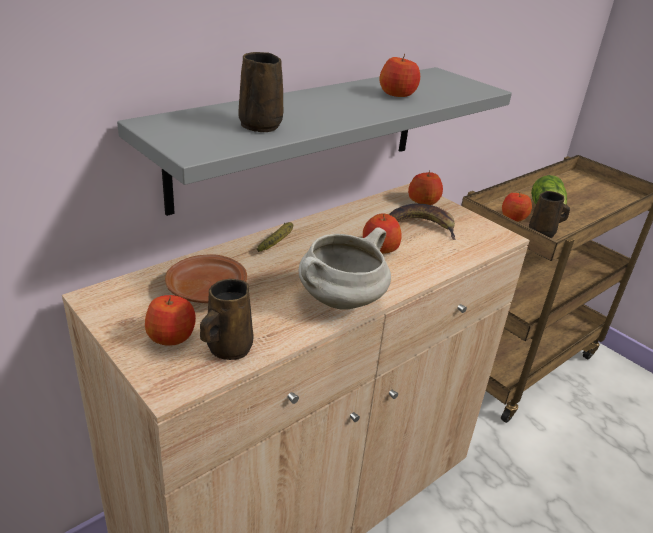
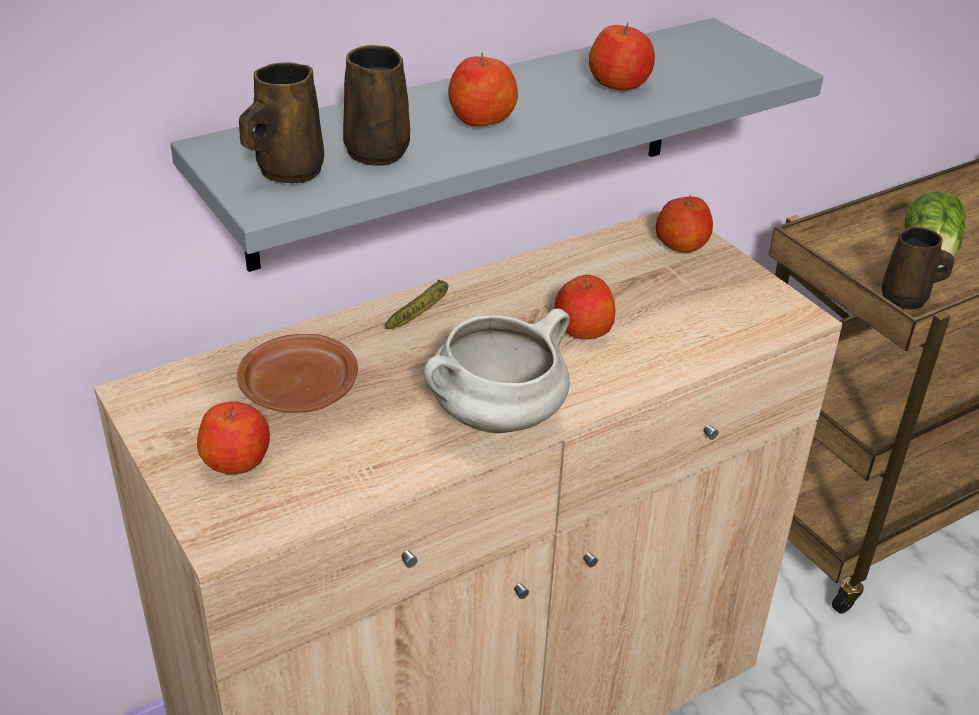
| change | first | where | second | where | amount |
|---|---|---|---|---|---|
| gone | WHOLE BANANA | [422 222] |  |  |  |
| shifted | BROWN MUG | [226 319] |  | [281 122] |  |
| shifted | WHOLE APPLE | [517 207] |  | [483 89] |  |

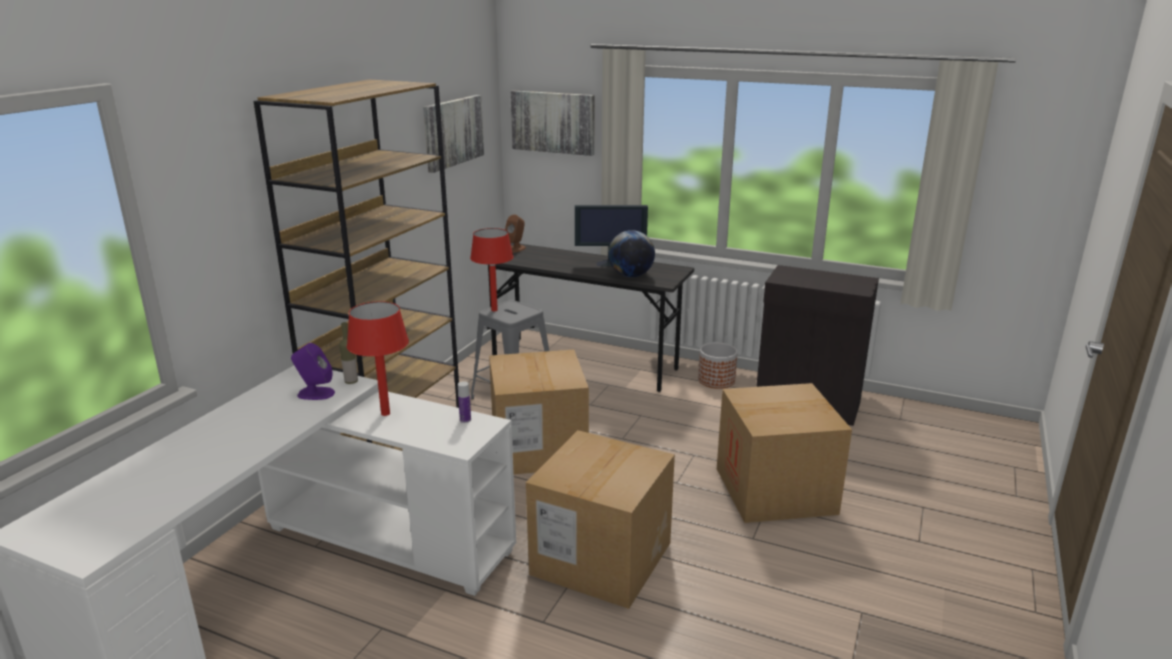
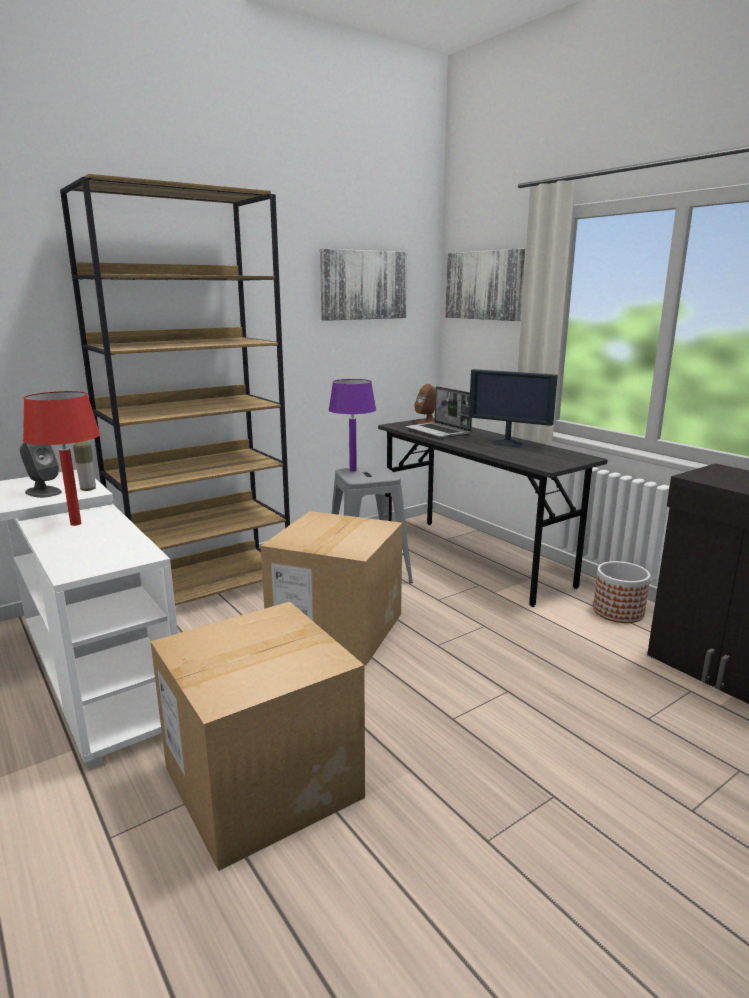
| change | first | where | second | where | amount |
|---|---|---|---|---|---|
| gone | BEVERAGE BOTTLE | [464 402] |  |  |  |
| gone | GLOBE | [631 253] |  |  |  |
| gone | CARDBOARD BOX | [784 453] |  |  |  |
| new |  |  | PORTABLE COMPUTER | [438 412] |  |
| repainted | PURPLE SPEAKER | [313 371] | GREY SPEAKER | [41 470] |  |
| repainted | RED-COLOURED TABLE LAMP | [492 269] | PURPLE TABLE LAMP | [352 425] |  |

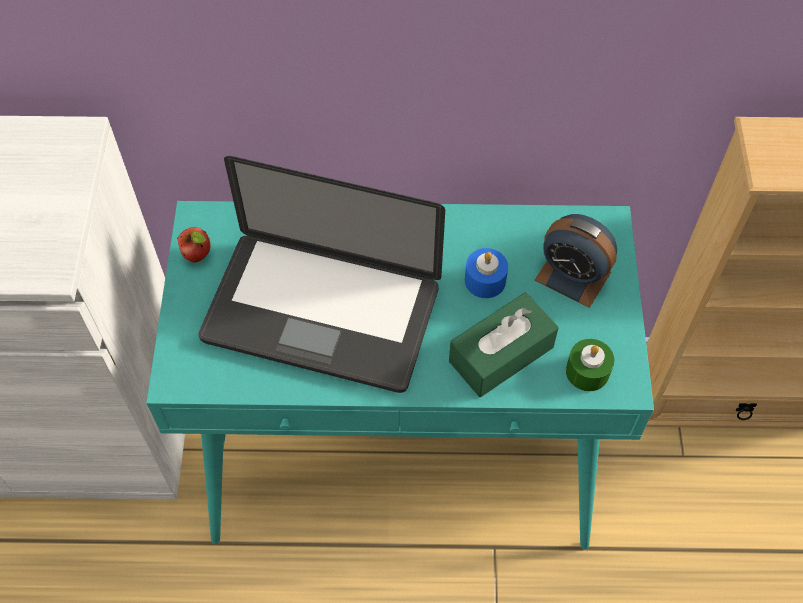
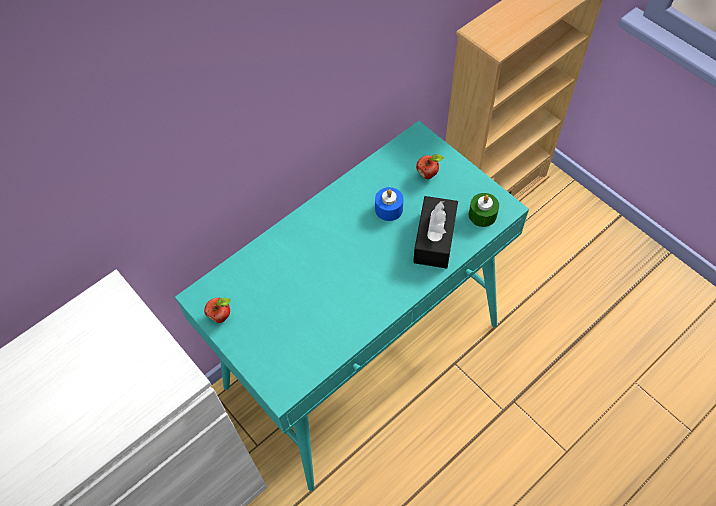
| change | first | where | second | where | amount |
|---|---|---|---|---|---|
| gone | PORTABLE COMPUTER | [321 274] |  |  |  |
| swapped | TABLE CLOCK | [576 261] | WHOLE APPLE | [430 166] |  |
| repainted | GREENISH BOX OF TISSUES | [504 344] | BLACK-COLOURED BOX OF TISSUES | [435 232] |  |

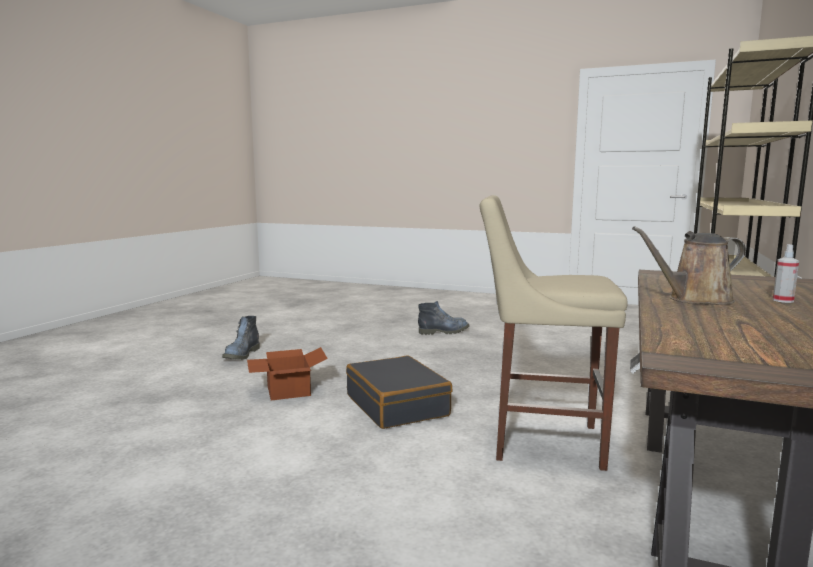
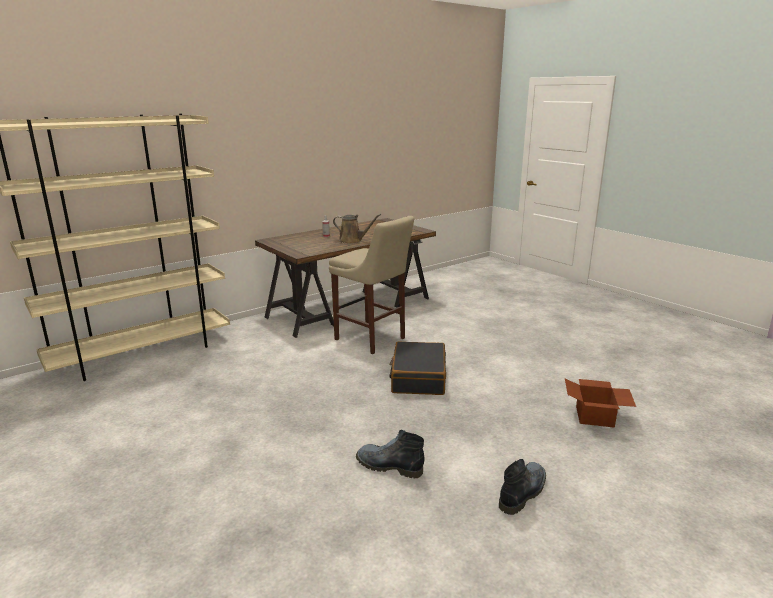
| change | first | where | second | where | amount |
|---|---|---|---|---|---|
| shifted | CARDBOARD BOX | [287 373] |  | [600 403] |  |
| shifted | HIGH-TOP BOOT | [444 318] |  | [390 454] |  |

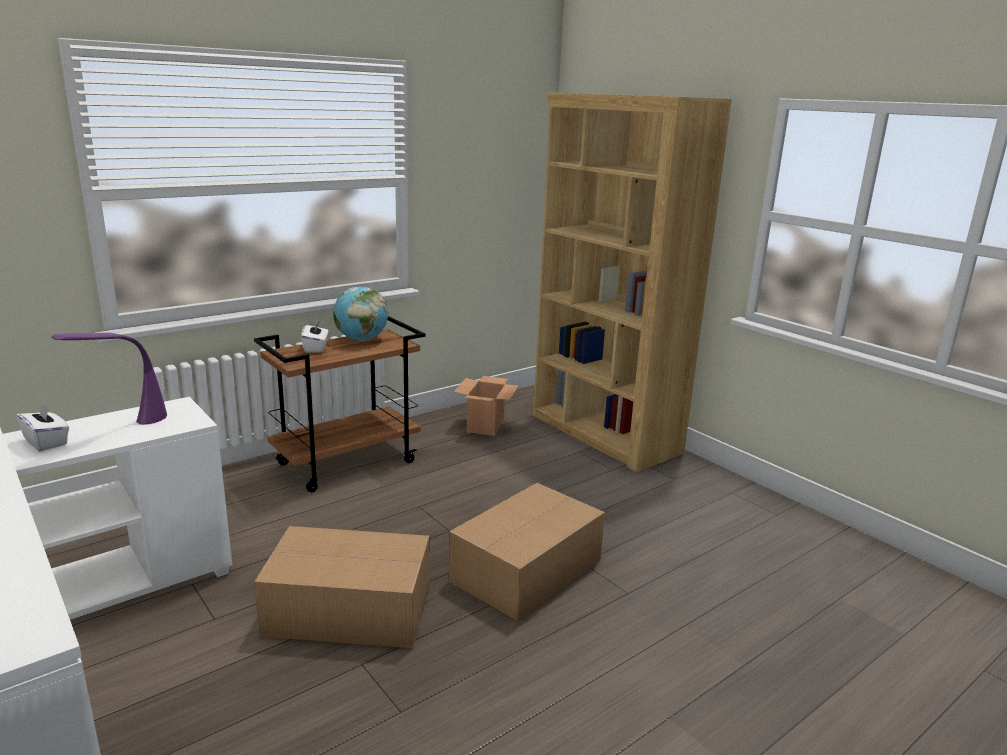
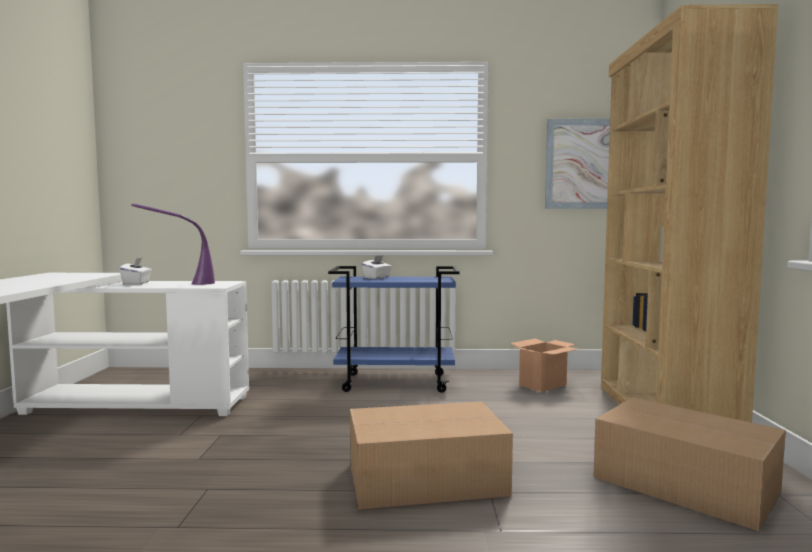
| change | first | where | second | where | amount |
|---|---|---|---|---|---|
| gone | GLOBE | [361 313] |  |  |  |
| new |  |  | WALL ART | [577 164] |  |
| shifted | CARDBOARD BOX | [341 587] |  | [689 464] |  |
| repainted | BROWN WHEELED CART | [339 404] | BLUE-COLOURED WHEELED CART | [393 329] |  |

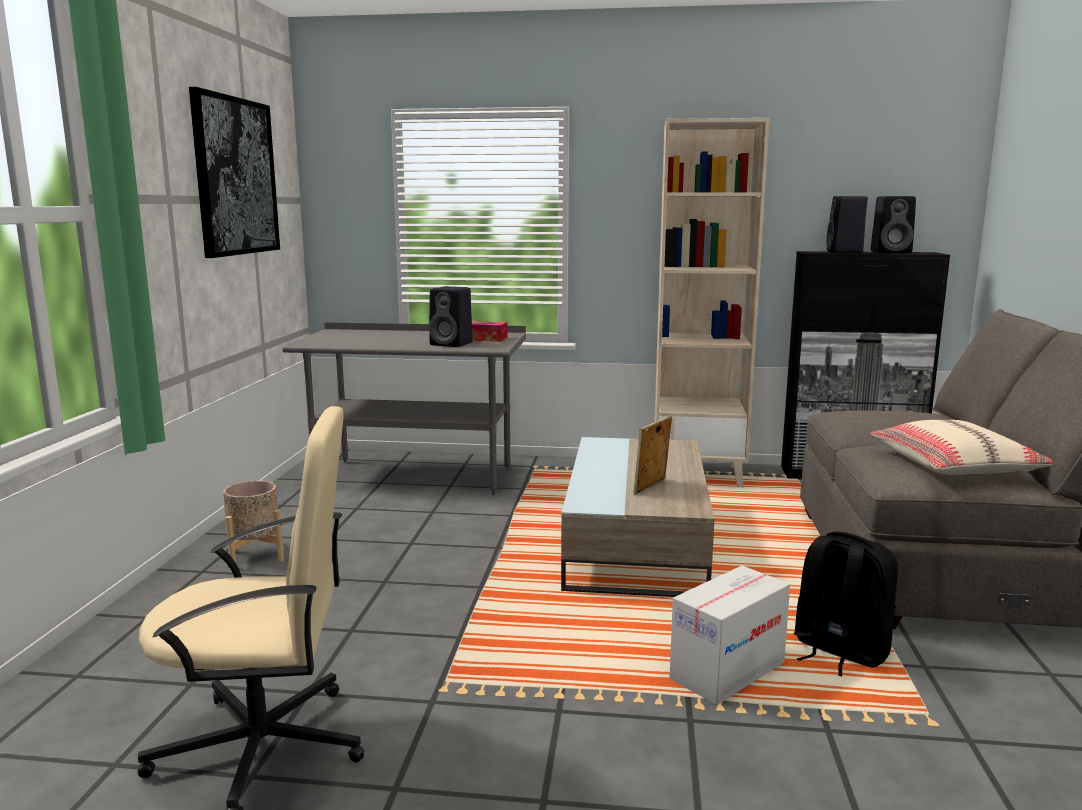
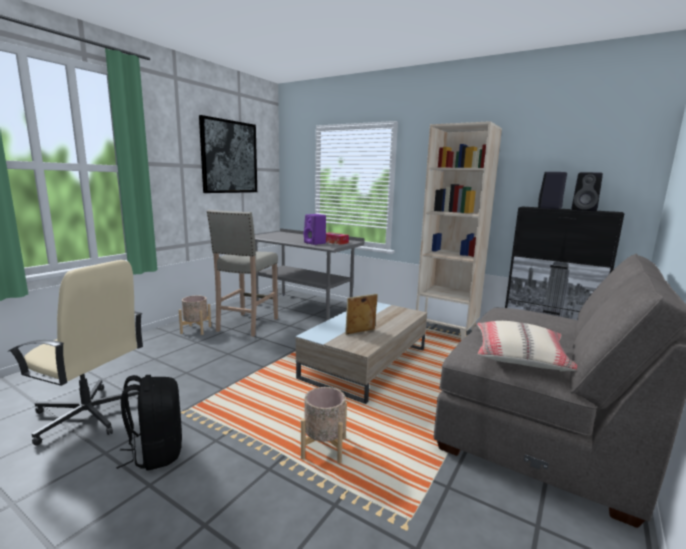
| change | first | where | second | where | amount |
|---|---|---|---|---|---|
| new |  |  | BEIGE STOOL SEAT | [242 273] |  |
| shifted | BLACK-COLOURED BACKPACK | [846 603] |  | [149 423] |  |
| swapped | CARDBOARD BOX | [729 635] | BEIGE FLOWER POT | [324 425] |  |
| repainted | BLACK-COLOURED SPEAKER | [451 316] | PURPLE SPEAKER | [315 229] |  |

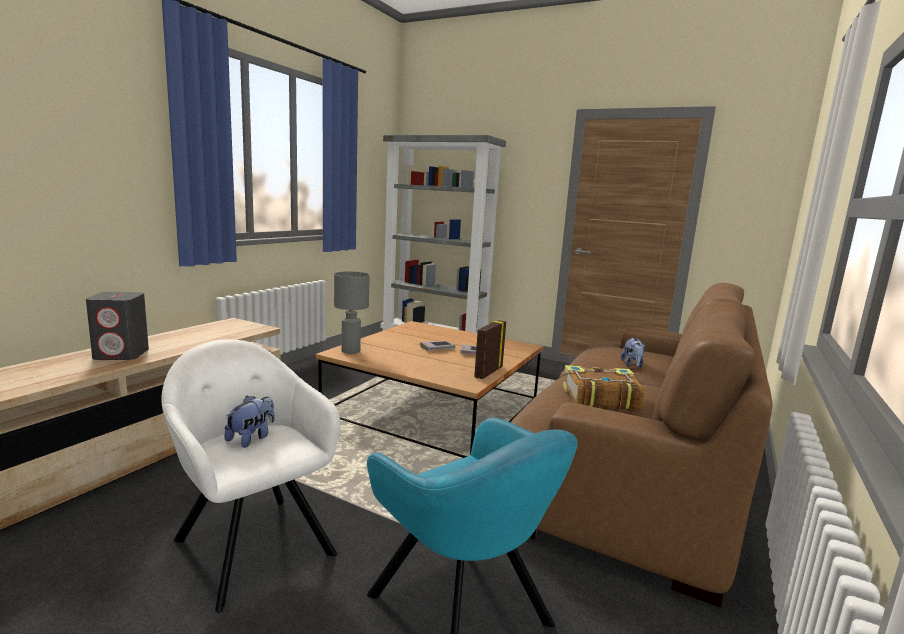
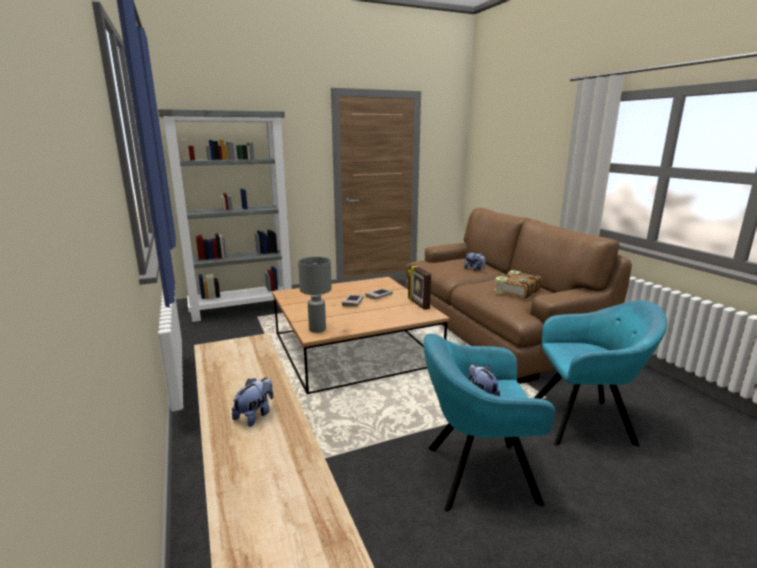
| change | first | where | second | where | amount |
|---|---|---|---|---|---|
| swapped | GREY SPEAKER | [117 326] | SOFT TOY | [252 402] |  |
| repainted | WHITE-COLOURED ARMCHAIR | [251 476] | TURQUOISE ARMCHAIR | [489 422] |  |

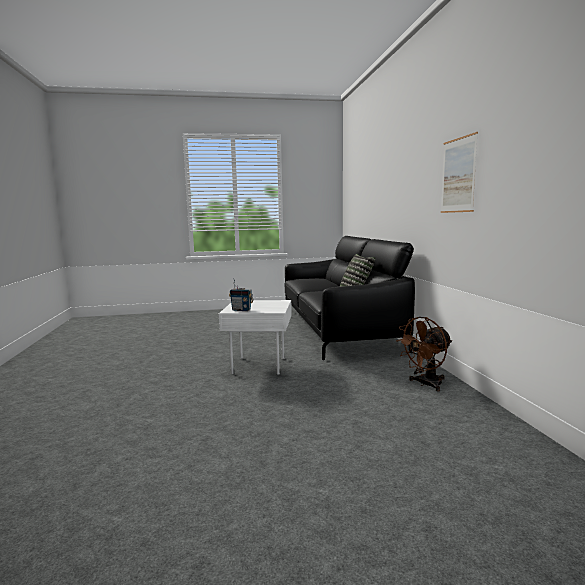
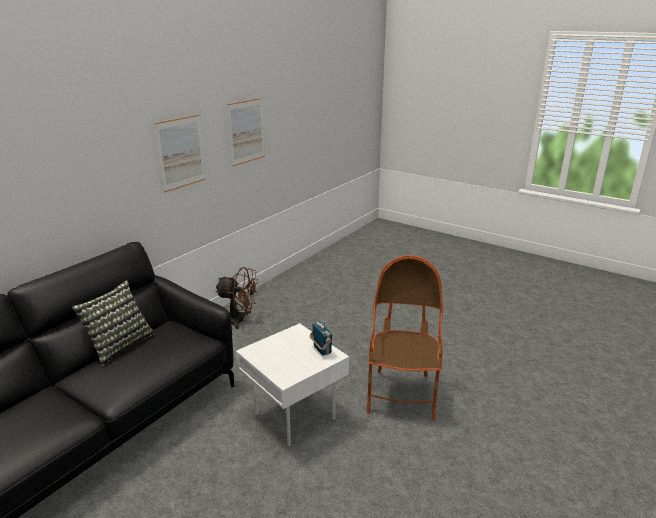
| change | first | where | second | where | amount |
|---|---|---|---|---|---|
| new |  |  | WALL ART | [246 132] |  |
| new |  |  | ARMCHAIR | [405 338] |  |

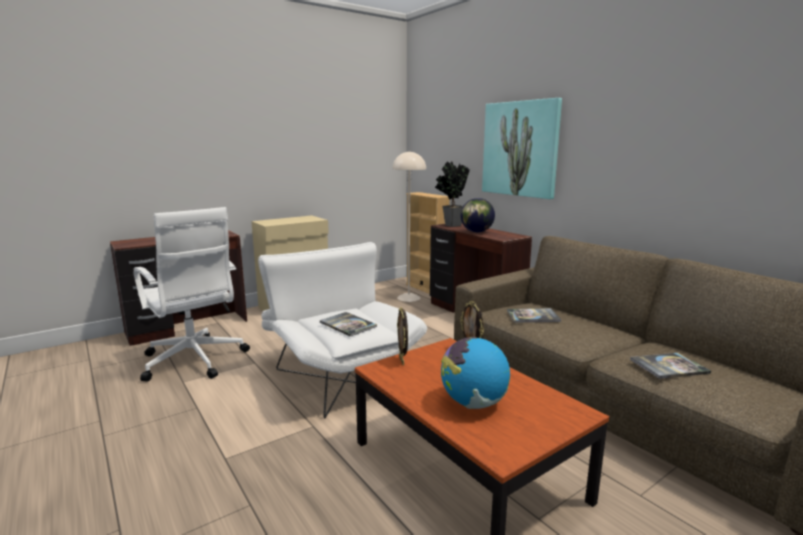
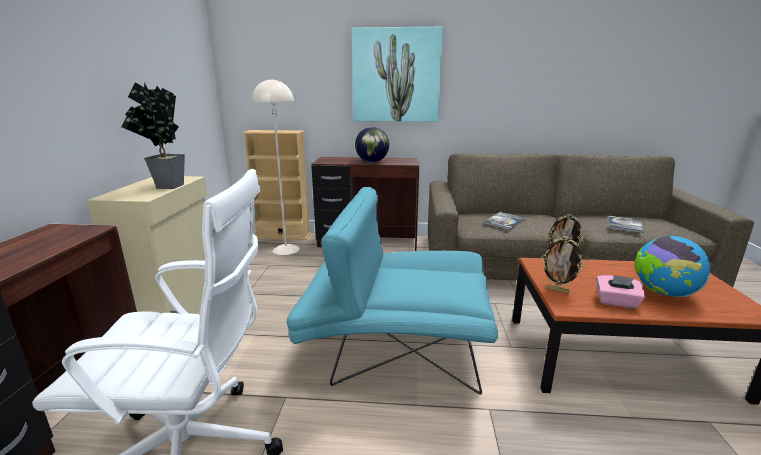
| change | first | where | second | where | amount |
|---|---|---|---|---|---|
| gone | VOLUME | [348 324] |  |  |  |
| new |  |  | PINKISH BOX OF TISSUES | [620 292] |  |
| shifted | PLANT IN A POT | [452 194] |  | [153 135] |  |
| repainted | WHITE-COLOURED ARMCHAIR | [342 330] | TURQUOISE ARMCHAIR | [392 291] |  |

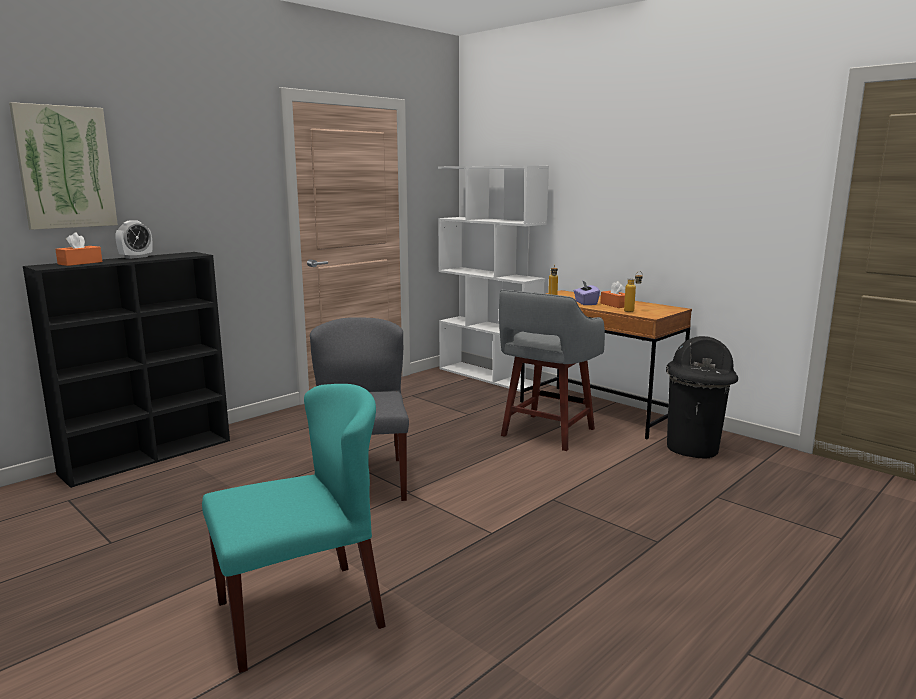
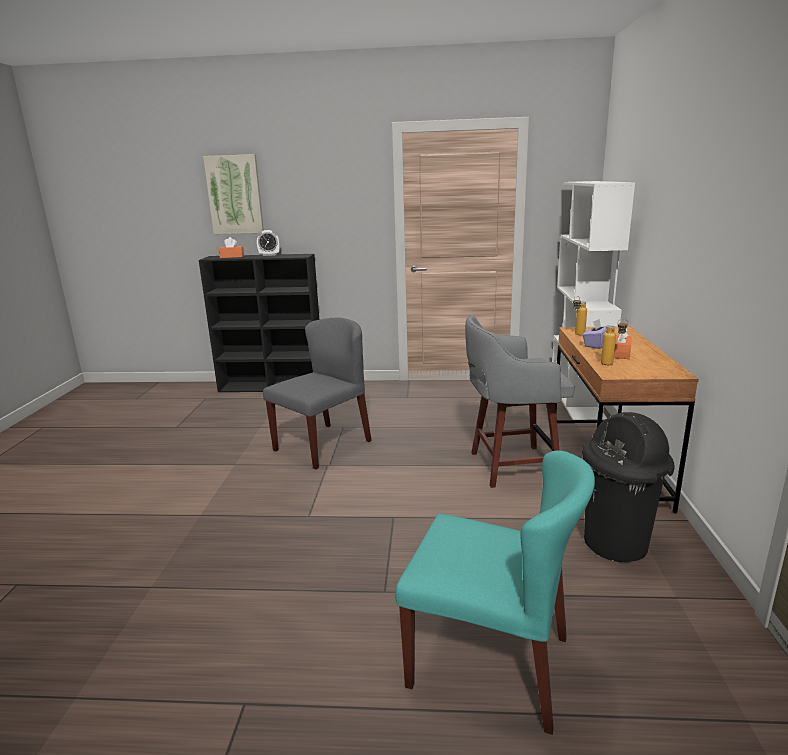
| change | first | where | second | where | amount |
|---|---|---|---|---|---|
| shifted | TURQUOISE PLAIN CHAIR | [294 528] |  | [495 592] |  |

